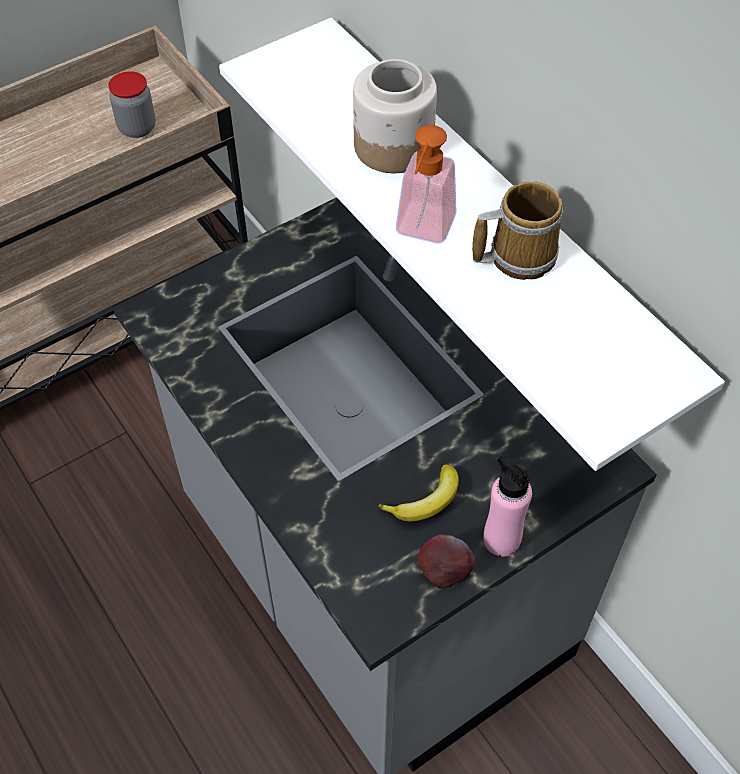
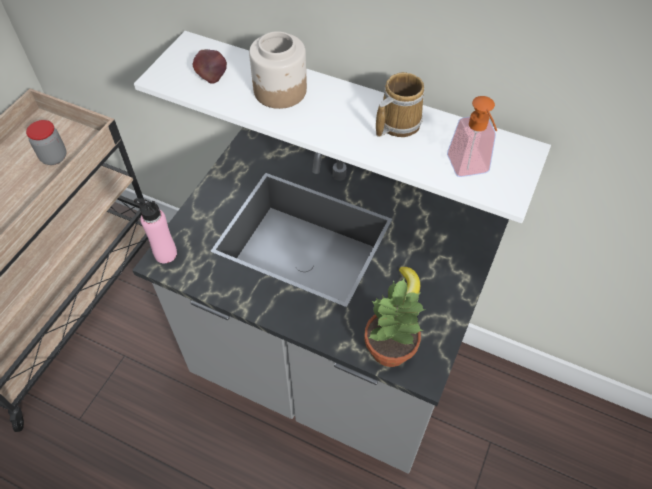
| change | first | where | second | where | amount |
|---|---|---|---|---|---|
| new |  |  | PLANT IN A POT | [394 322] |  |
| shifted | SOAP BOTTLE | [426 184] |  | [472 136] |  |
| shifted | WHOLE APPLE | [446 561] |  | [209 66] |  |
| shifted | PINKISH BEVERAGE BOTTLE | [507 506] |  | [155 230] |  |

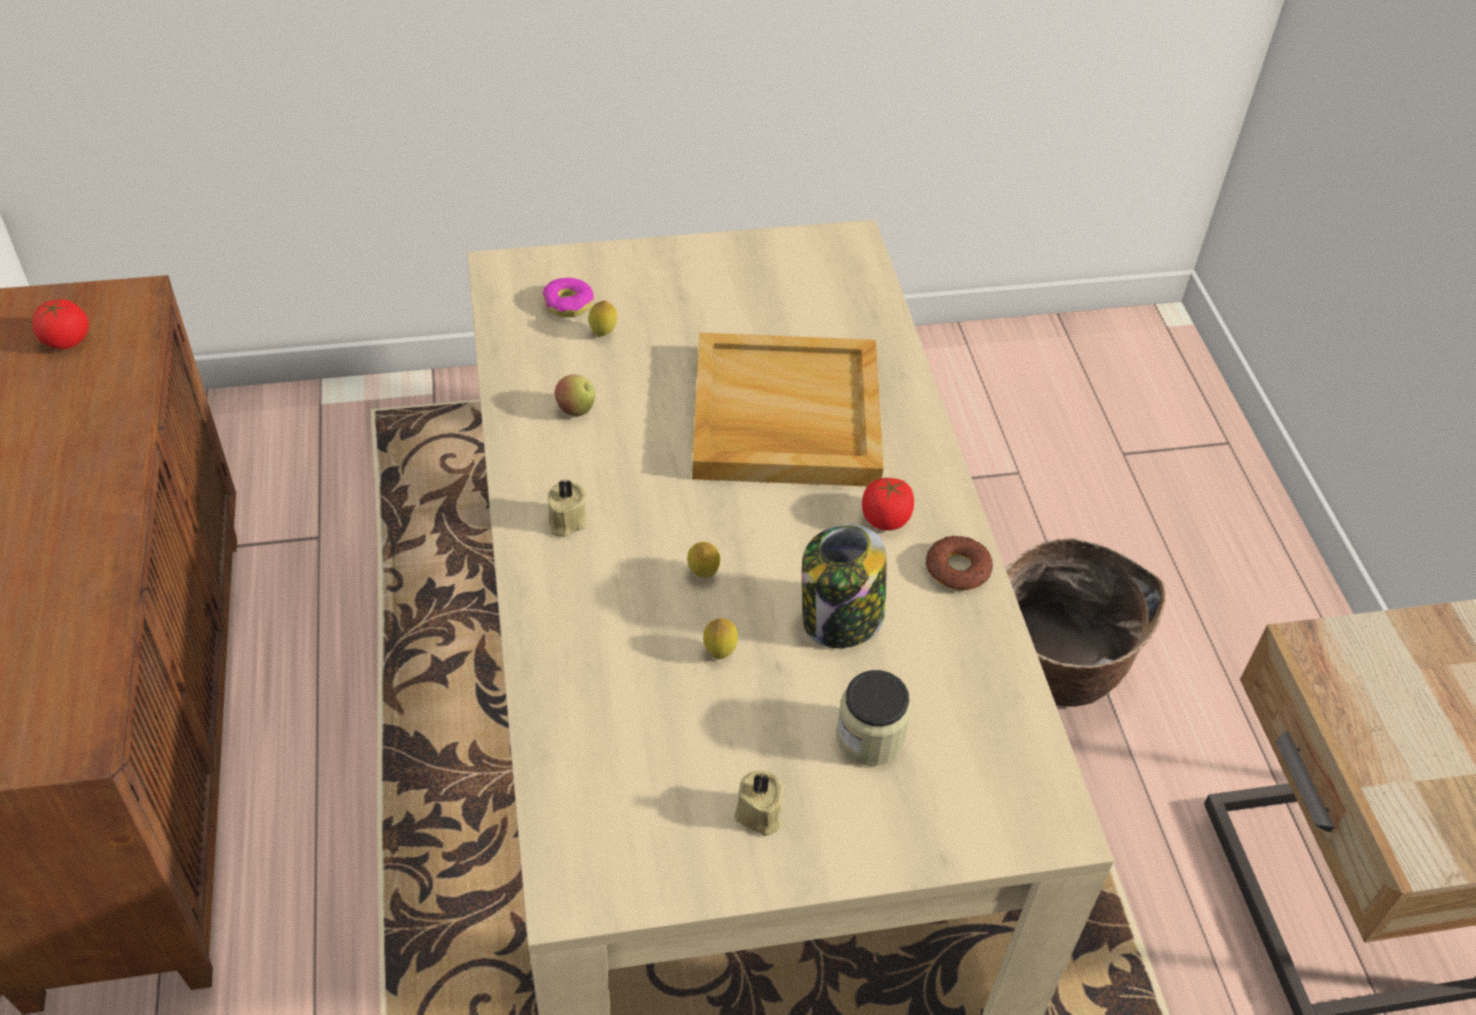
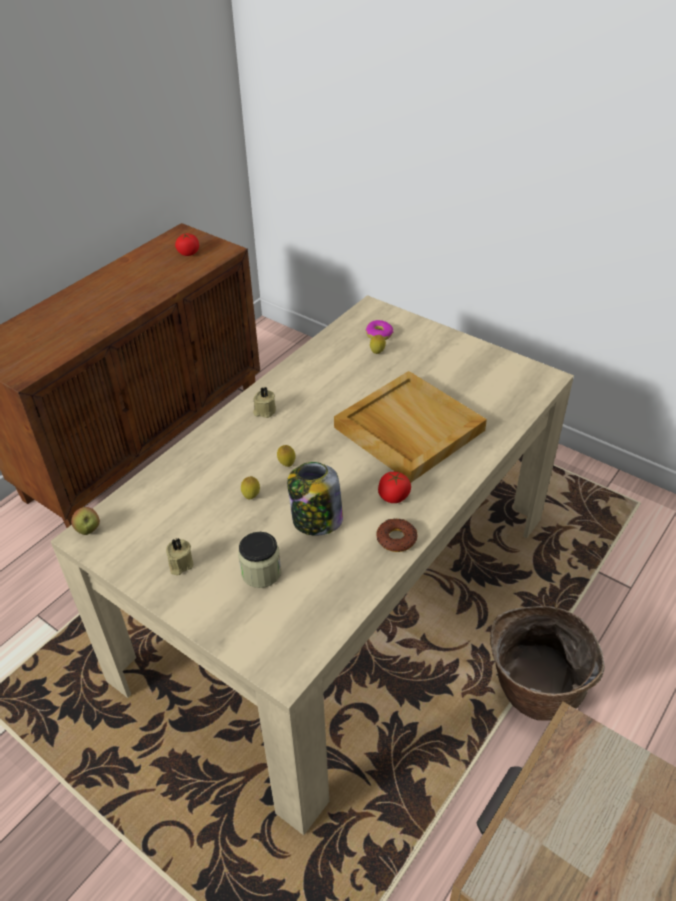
| change | first | where | second | where | amount |
|---|---|---|---|---|---|
| shifted | WHOLE APPLE | [575 395] |  | [85 521] |  |

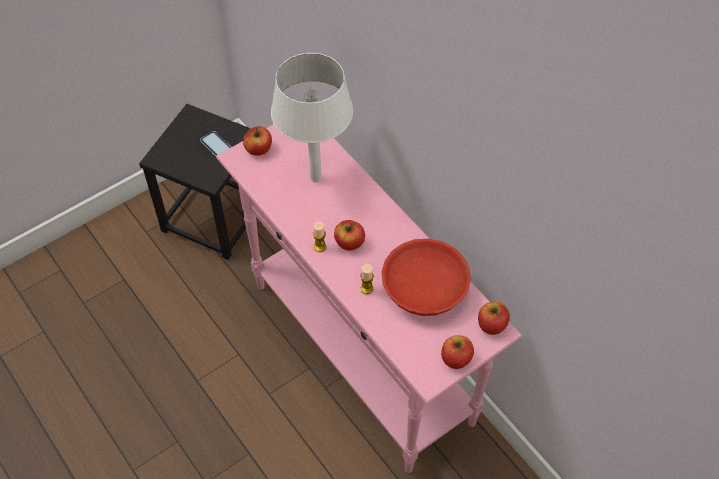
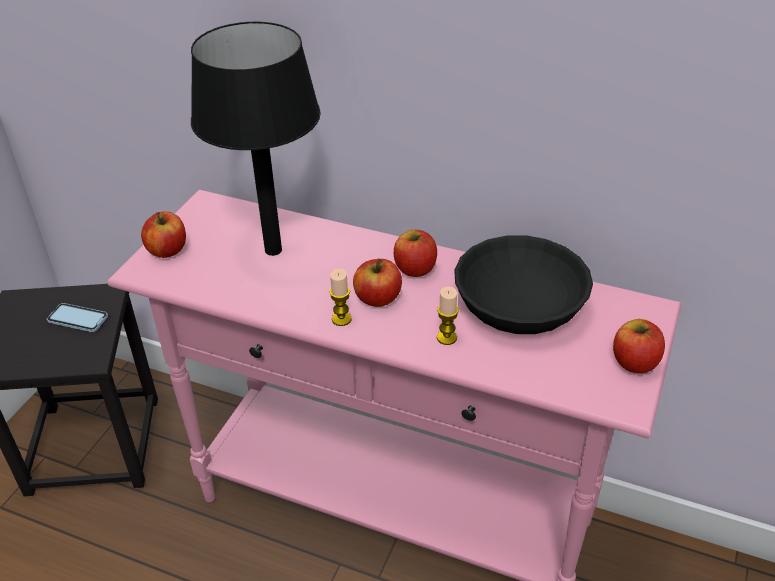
| change | first | where | second | where | amount |
|---|---|---|---|---|---|
| shifted | WHOLE APPLE | [494 318] |  | [415 253] |  |
| repainted | WHITE-COLOURED TABLE LAMP | [312 118] | BLACK-COLOURED TABLE LAMP | [256 139] |  |
| repainted | RED-COLOURED BOWL | [426 277] | BLACK-COLOURED BOWL | [523 285] |  |

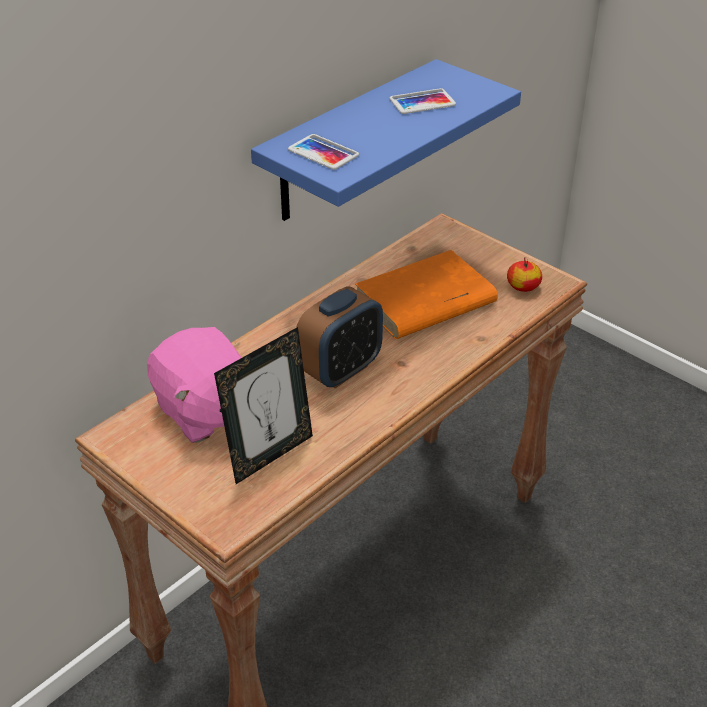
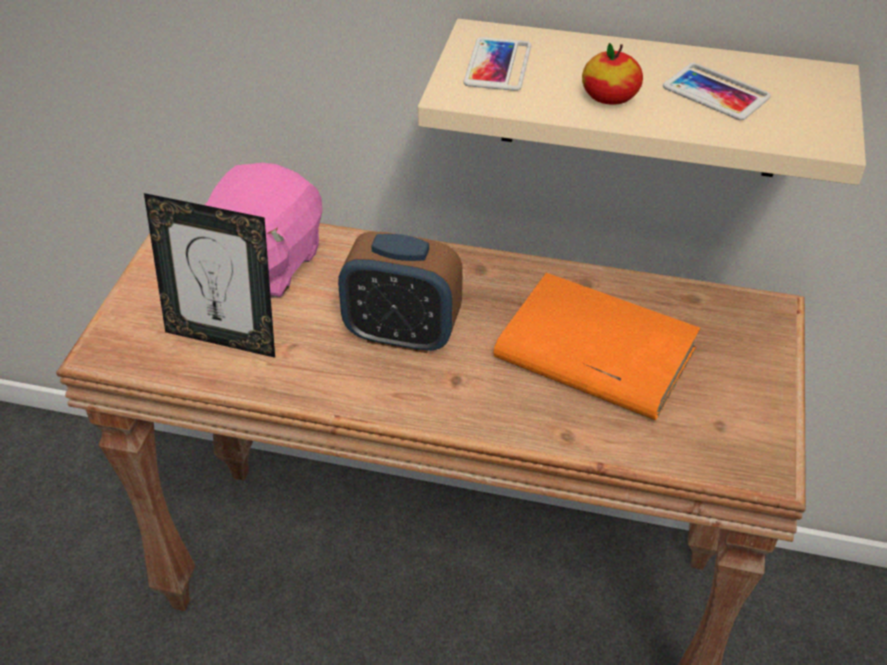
| change | first | where | second | where | amount |
|---|---|---|---|---|---|
| shifted | WHOLE APPLE | [524 274] |  | [612 74] |  |
| repainted | BLUE-COLOURED BRACKET SHELF | [386 140] | BEIGE BRACKET SHELF | [642 102] |  |

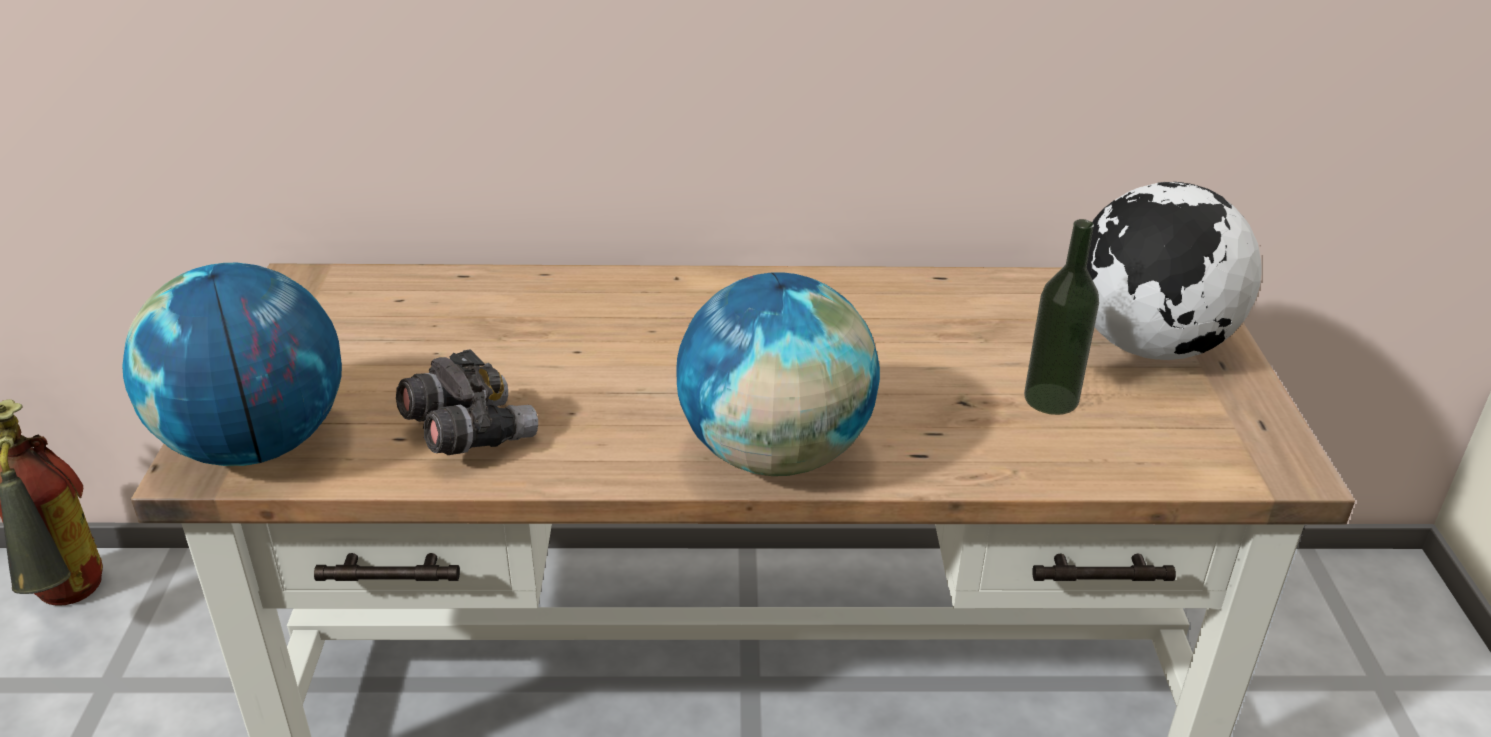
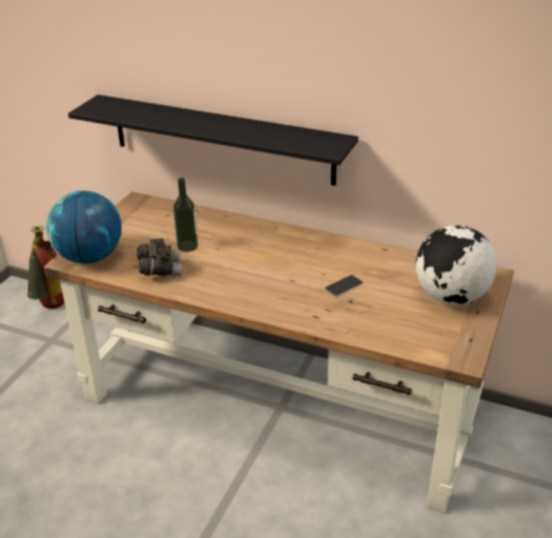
| change | first | where | second | where | amount |
|---|---|---|---|---|---|
| gone | GLOBE | [778 374] |  |  |  |
| new |  |  | BLACK-COLOURED BRACKET SHELF | [213 140] |  |
| new |  |  | TELEPHONE | [343 286] |  |
| shifted | BEVERAGE BOTTLE | [1061 317] |  | [185 214] |  |

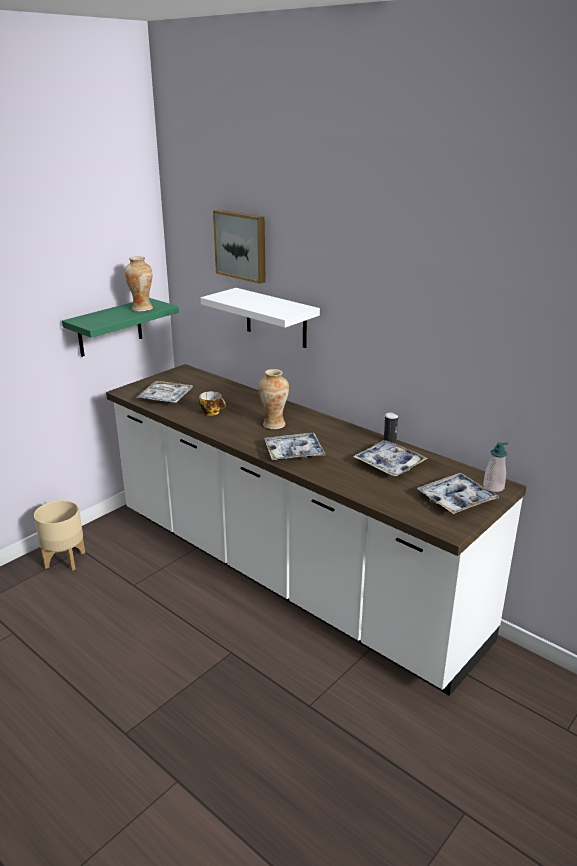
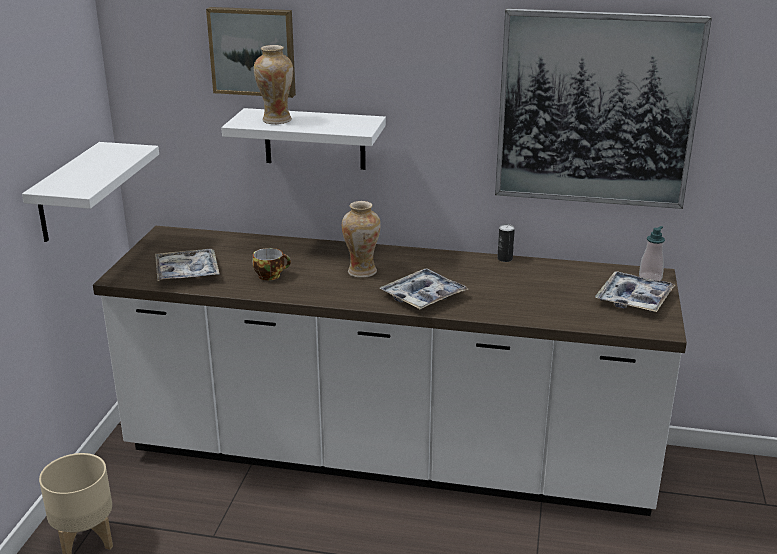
| change | first | where | second | where | amount |
|---|---|---|---|---|---|
| gone | SERVING TRAY | [390 458] |  |  |  |
| new |  |  | WALL ART | [603 108] |  |
| shifted | VASE | [138 284] |  | [273 84] |  |
| repainted | GREENISH BRACKET SHELF | [120 327] | WHITE-COLOURED BRACKET SHELF | [90 192] |  |

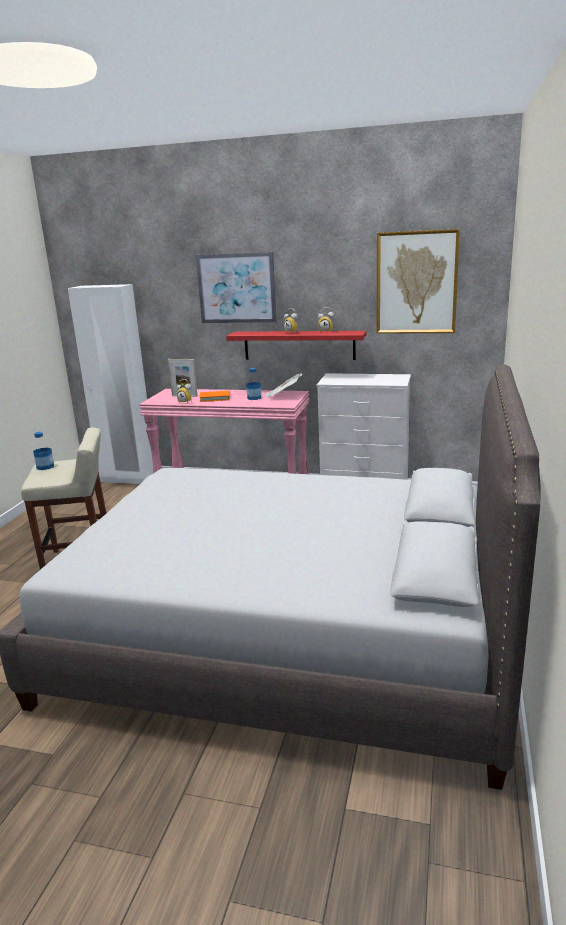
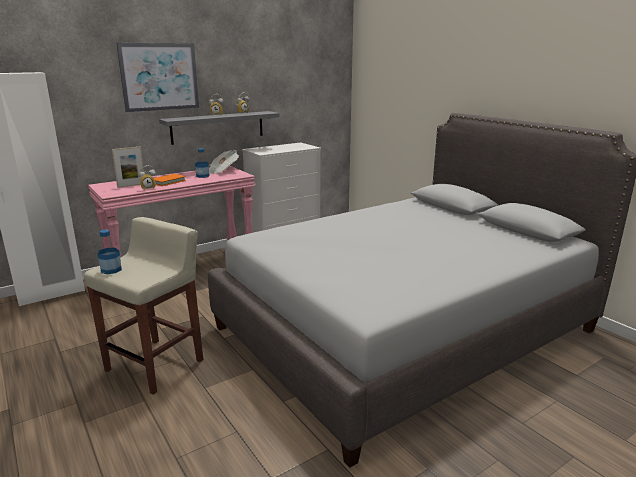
| change | first | where | second | where | amount |
|---|---|---|---|---|---|
| gone | WALL ART | [418 281] |  |  |  |
| repainted | RED-COLOURED BRACKET SHELF | [296 345] | GREY BRACKET SHELF | [219 128] |  |

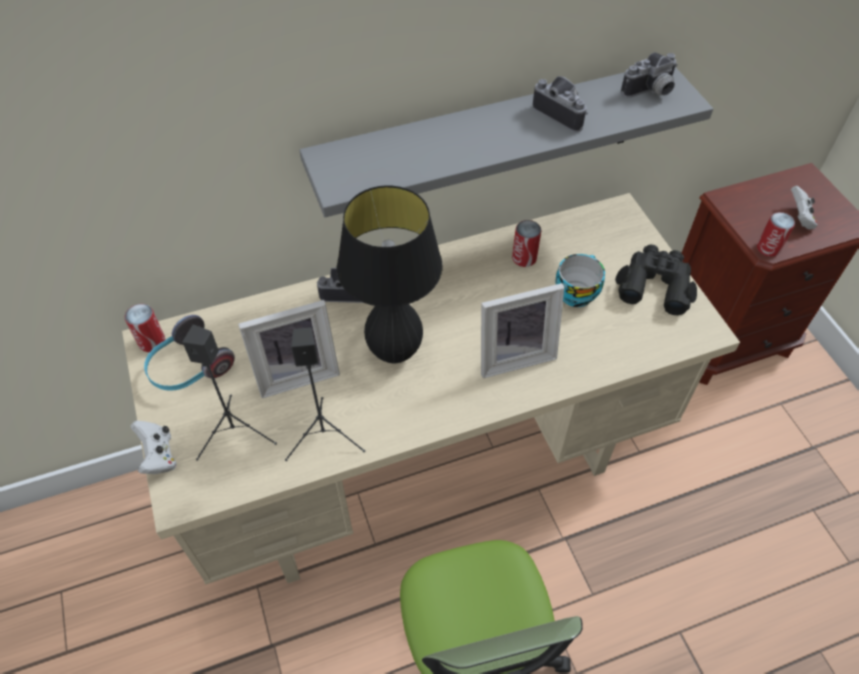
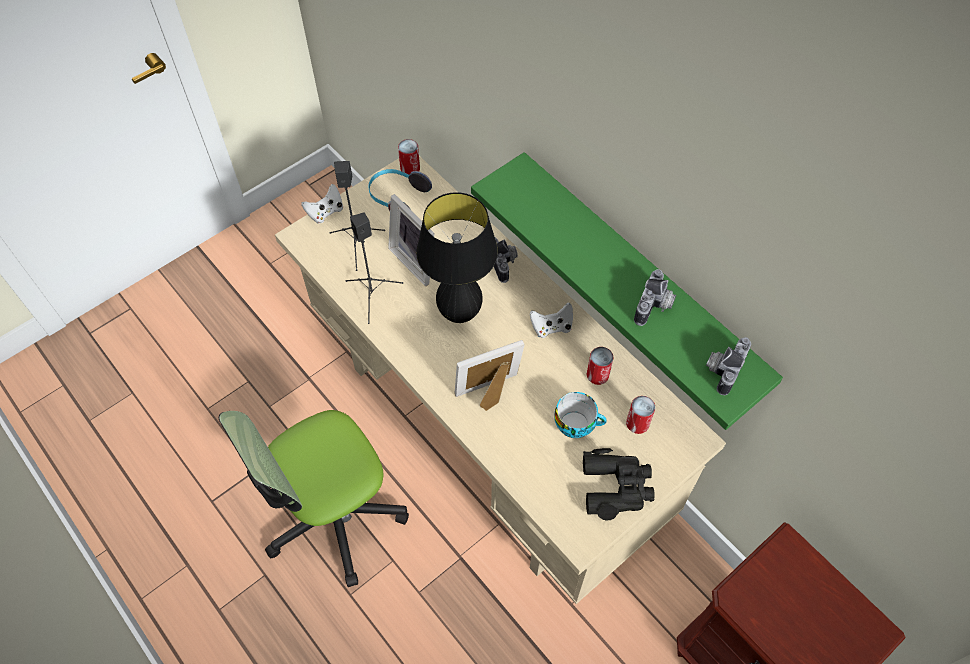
| change | first | where | second | where | amount |
|---|---|---|---|---|---|
| shifted | METAL CAN | [776 234] |  | [640 415] |  |
| shifted | WHITE-COLOURED JOYPAD | [804 208] |  | [551 320] |  |
| repainted | GREY BRACKET SHELF | [506 142] | GREENISH BRACKET SHELF | [627 291] |  |
| rotated | STANDING FRAME | [522 330] |  | [490 375] | 105 degrees clockwise |
| rotated | STILL CAMERA | [649 75] |  | [728 366] | 75 degrees clockwise |

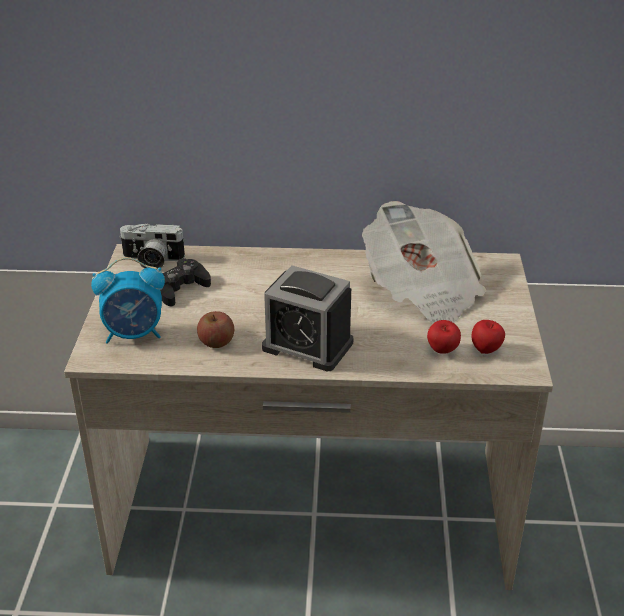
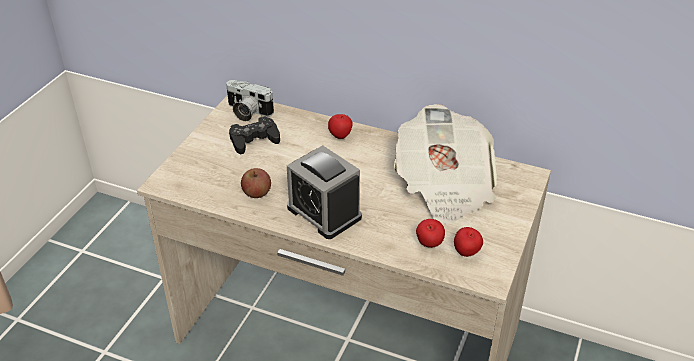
| change | first | where | second | where | amount |
|---|---|---|---|---|---|
| gone | TABLE CLOCK | [128 300] |  |  |  |
| new |  |  | WHOLE APPLE | [340 126] |  |

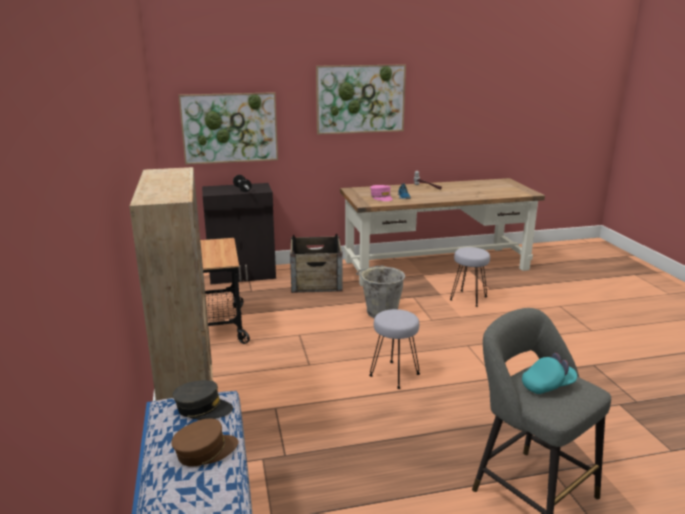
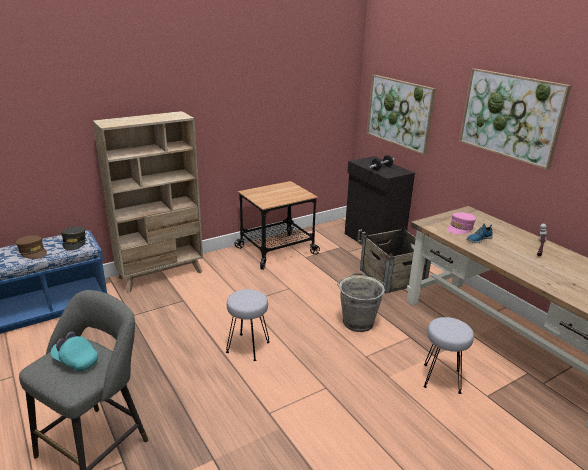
| change | first | where | second | where | amount |
|---|---|---|---|---|---|
| rotated | TURQUOISE BASEBALL CAP | [549 373] |  | [74 351] | 150 degrees clockwise |

